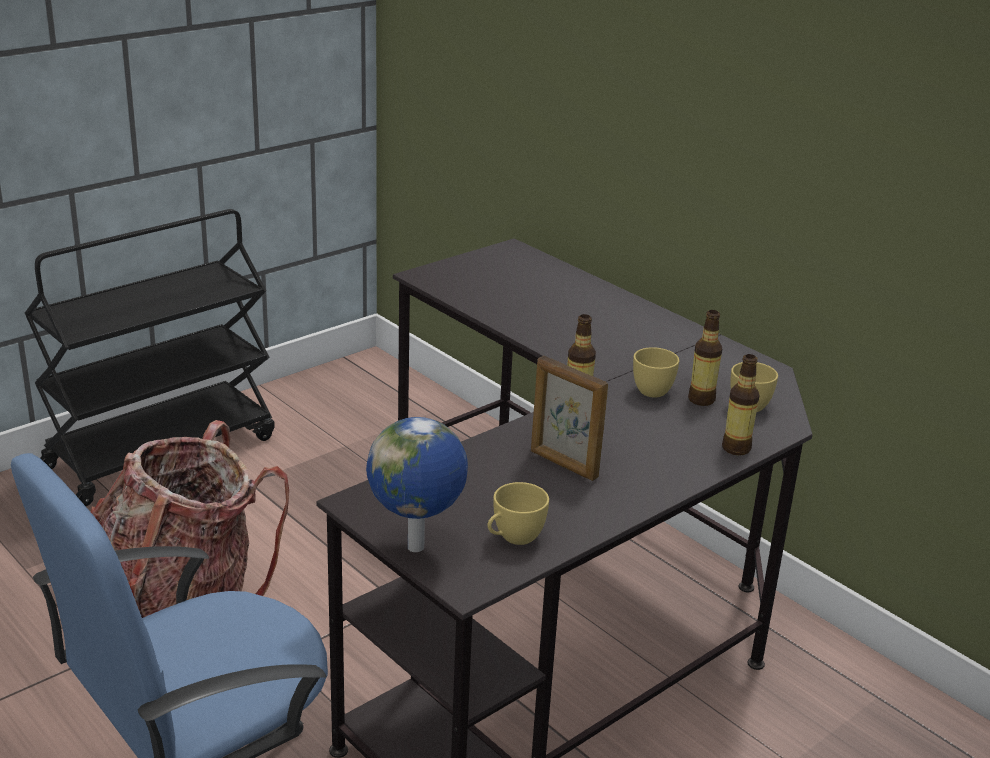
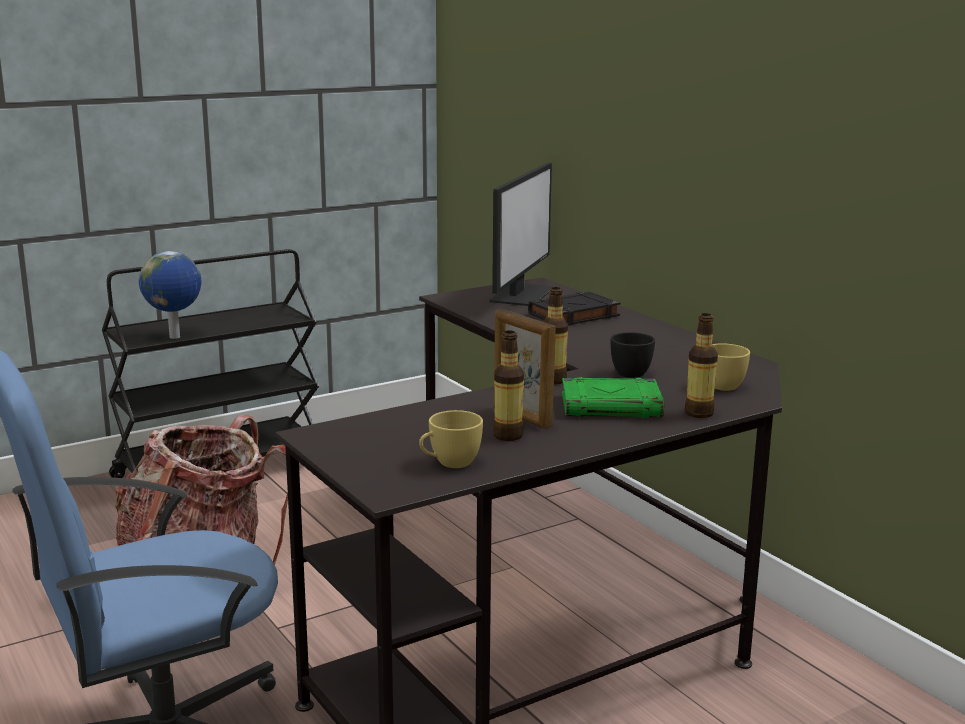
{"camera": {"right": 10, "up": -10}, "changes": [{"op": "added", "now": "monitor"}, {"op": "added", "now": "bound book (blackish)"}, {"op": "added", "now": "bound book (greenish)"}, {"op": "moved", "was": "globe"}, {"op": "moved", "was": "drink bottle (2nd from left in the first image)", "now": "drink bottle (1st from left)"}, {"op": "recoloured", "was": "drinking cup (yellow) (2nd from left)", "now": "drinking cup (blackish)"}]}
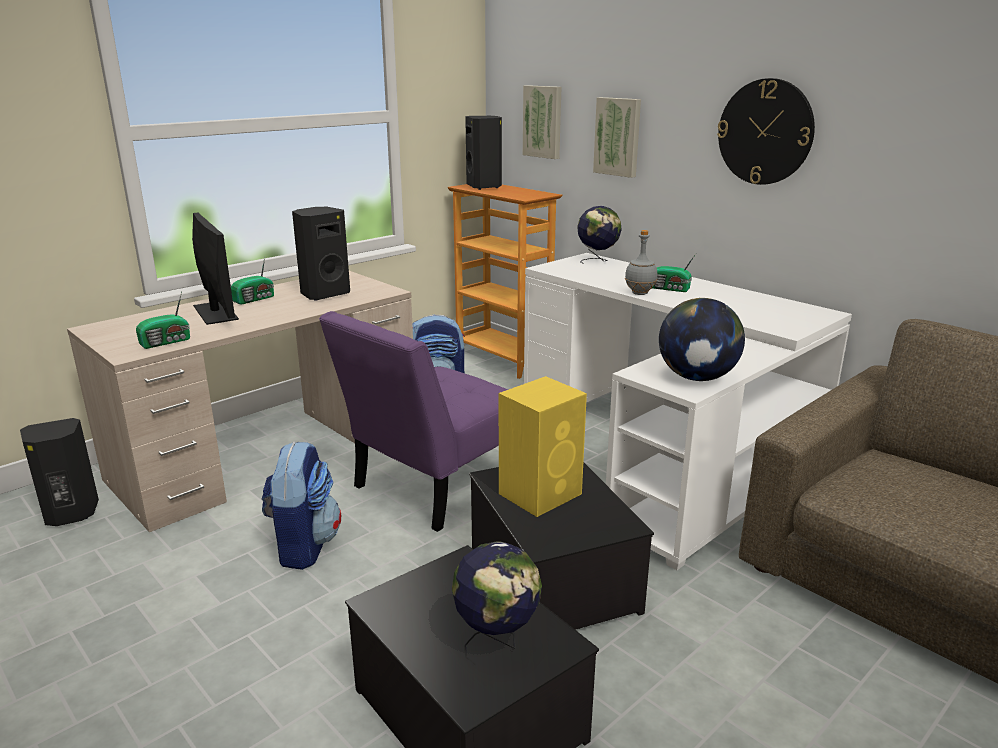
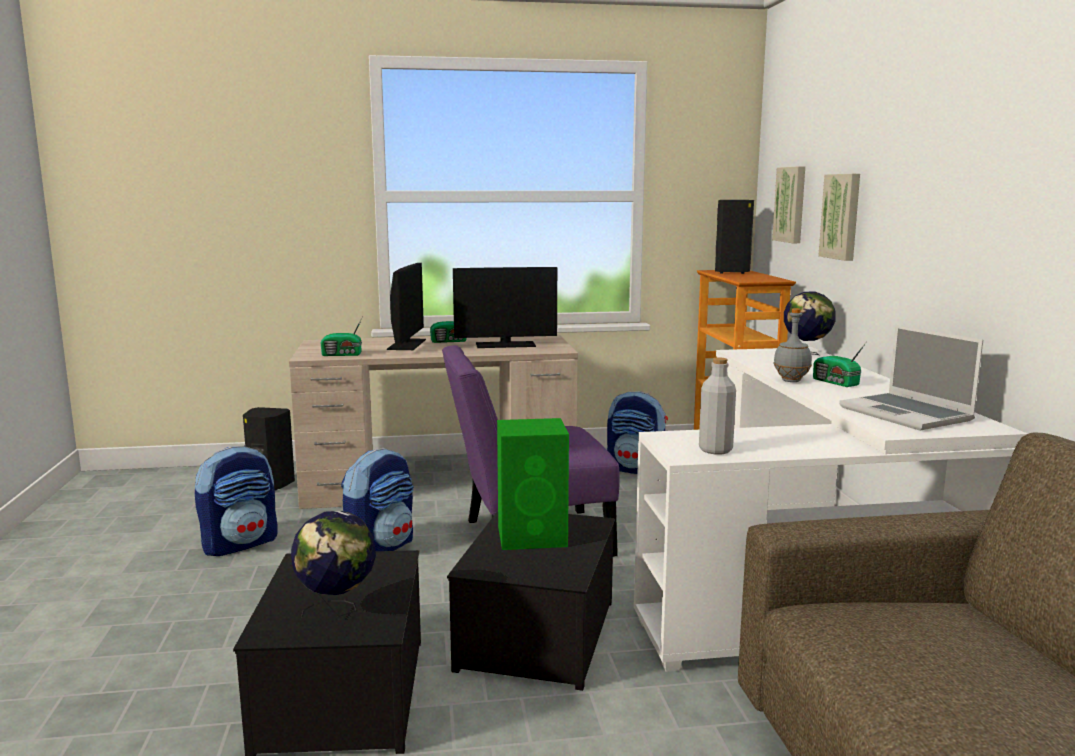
{"camera": {"right": 35, "up": -10}, "changes": [{"op": "removed", "was": "clock on the wall"}, {"op": "added", "now": "knapsack (1st from left)"}, {"op": "added", "now": "laptop"}, {"op": "replaced", "was": "loudspeaker (blackish) (2nd from left)", "now": "monitor (2nd from left)"}, {"op": "replaced", "was": "globe (3rd from left)", "now": "drink bottle (greyish) (1st from left)"}, {"op": "recoloured", "was": "loudspeaker (yellow)", "now": "loudspeaker (greenish)"}]}
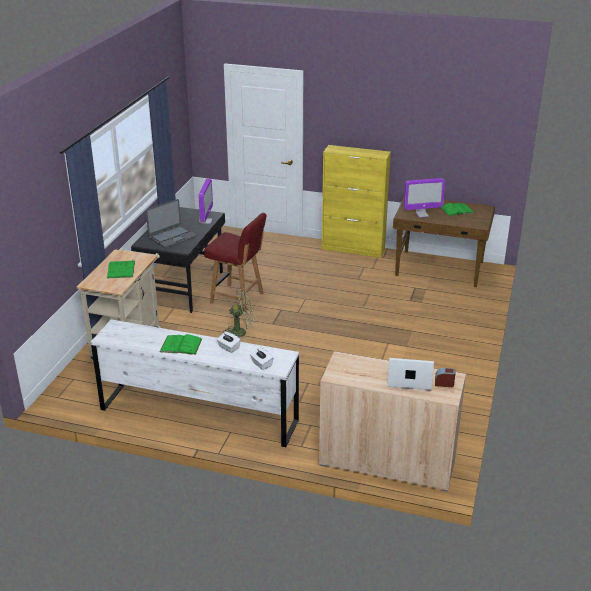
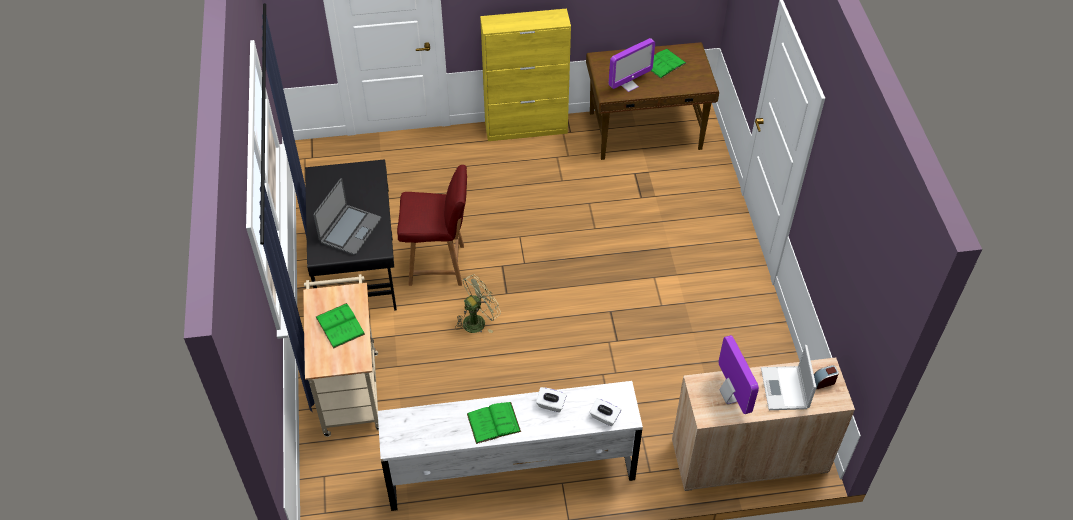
{"camera": {"right": -25, "up": 20}, "changes": [{"op": "moved", "was": "monitor (1st from left in the first image)", "now": "monitor (2nd from left)"}, {"op": "turned", "was": "laptop (2nd from left)", "clockwise": -75}]}
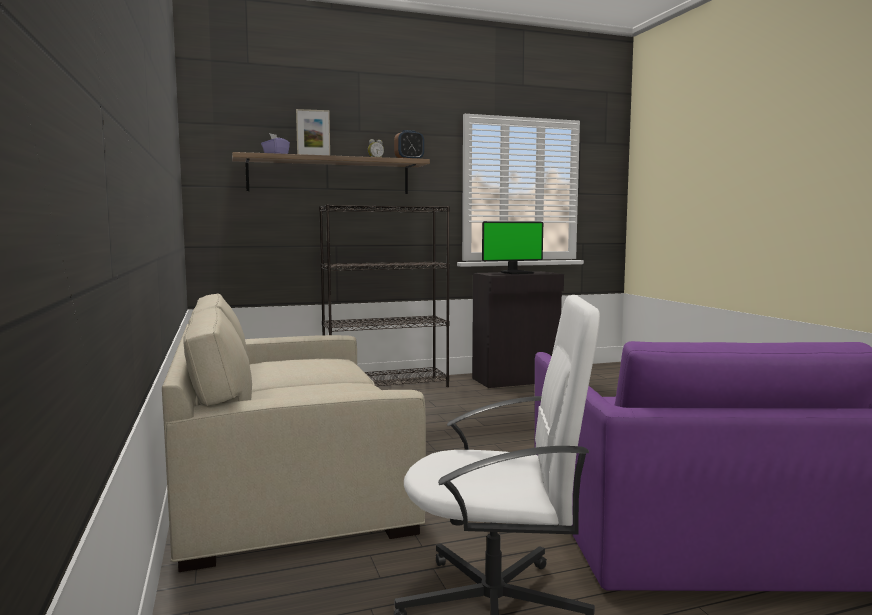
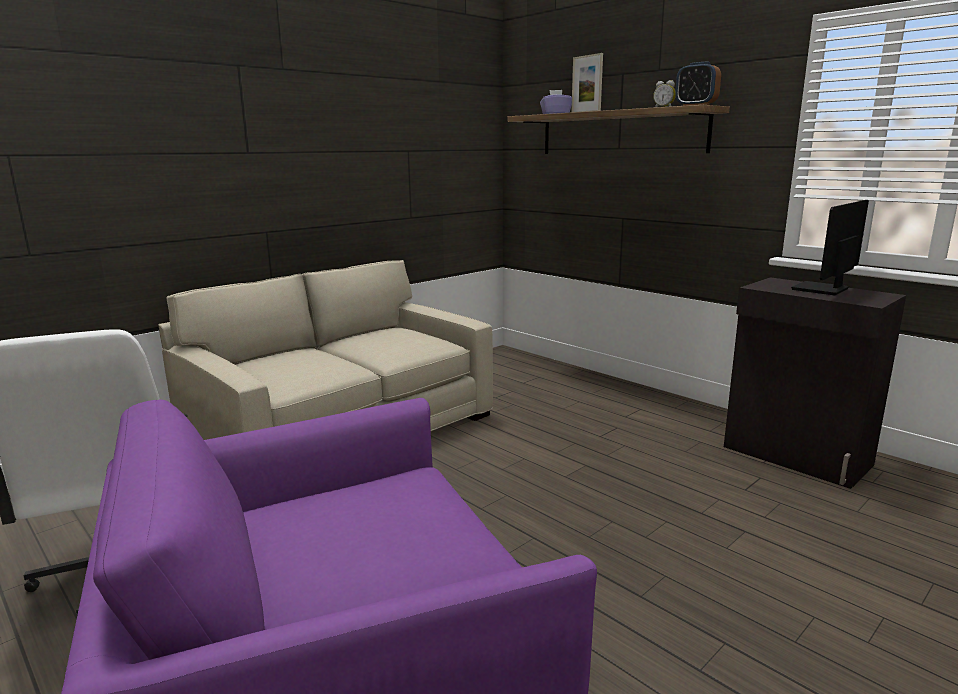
{"camera": {"right": 65, "up": 10}, "changes": [{"op": "removed", "was": "bookshelf (blackish)"}, {"op": "turned", "was": "monitor", "clockwise": 90}]}
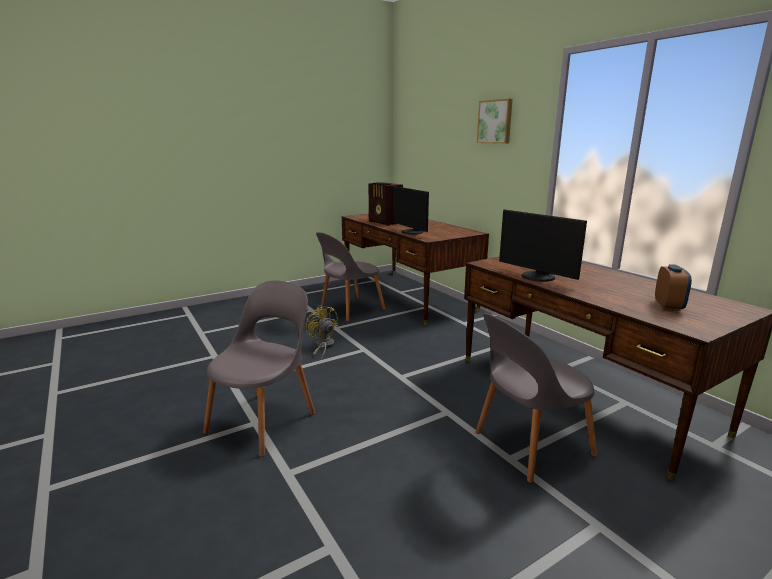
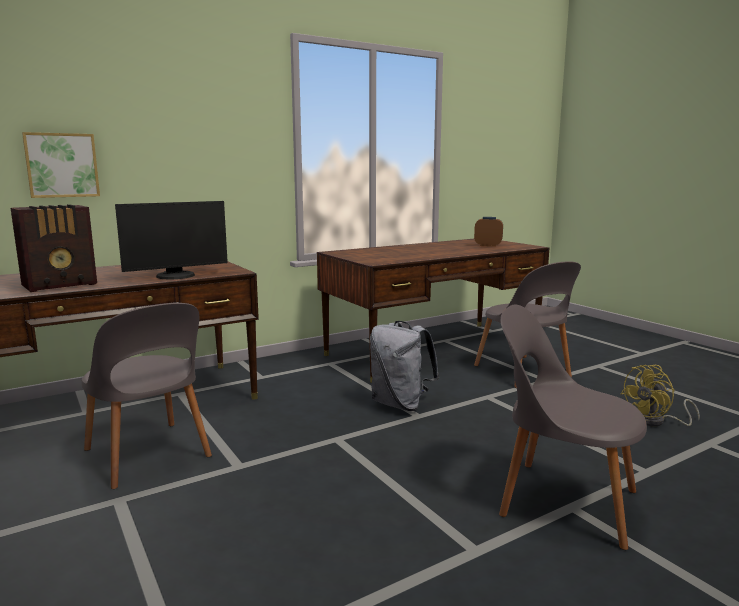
{"camera": {"right": -90, "up": -5}, "changes": [{"op": "removed", "was": "monitor (2nd from left)"}, {"op": "added", "now": "knapsack (greyish)"}, {"op": "moved", "was": "electric fan (yellow)"}, {"op": "moved", "was": "wall art"}]}
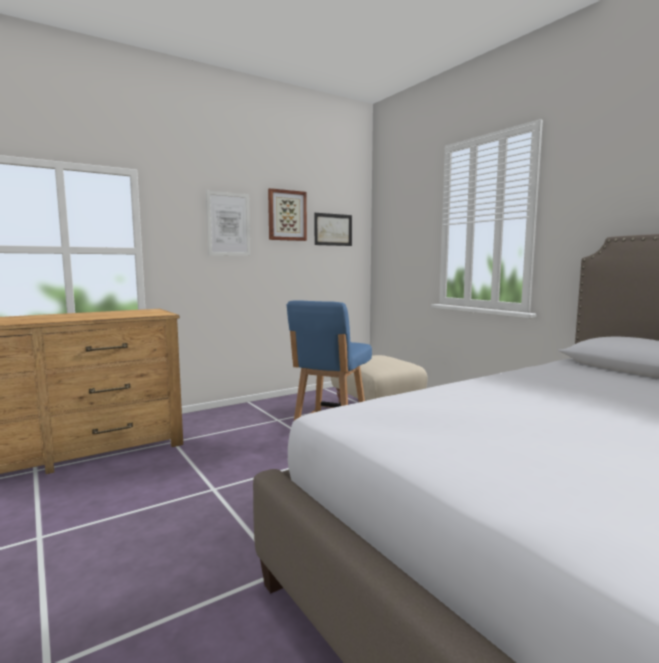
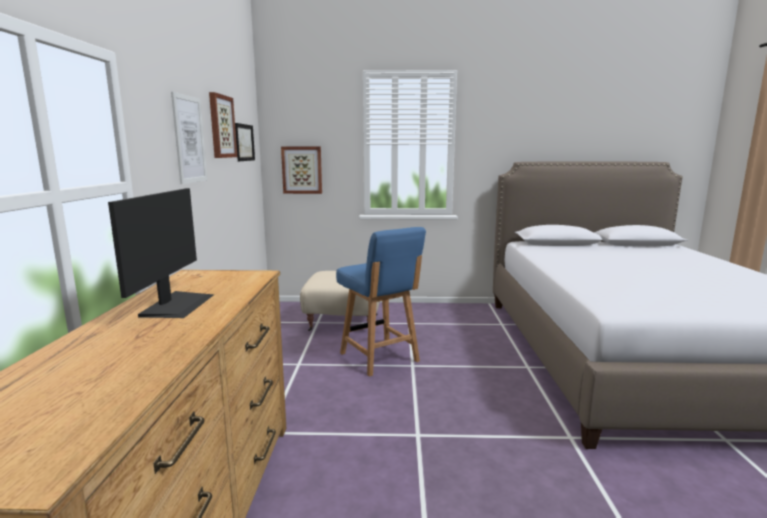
{"camera": {"right": -55, "up": 5}, "changes": [{"op": "added", "now": "monitor"}, {"op": "added", "now": "wall art (4th from left)"}]}
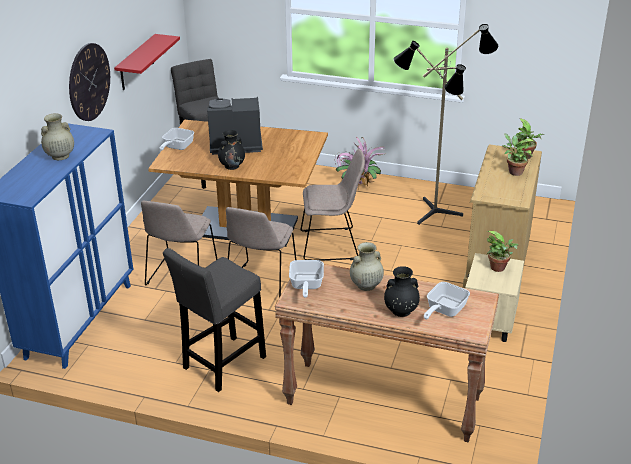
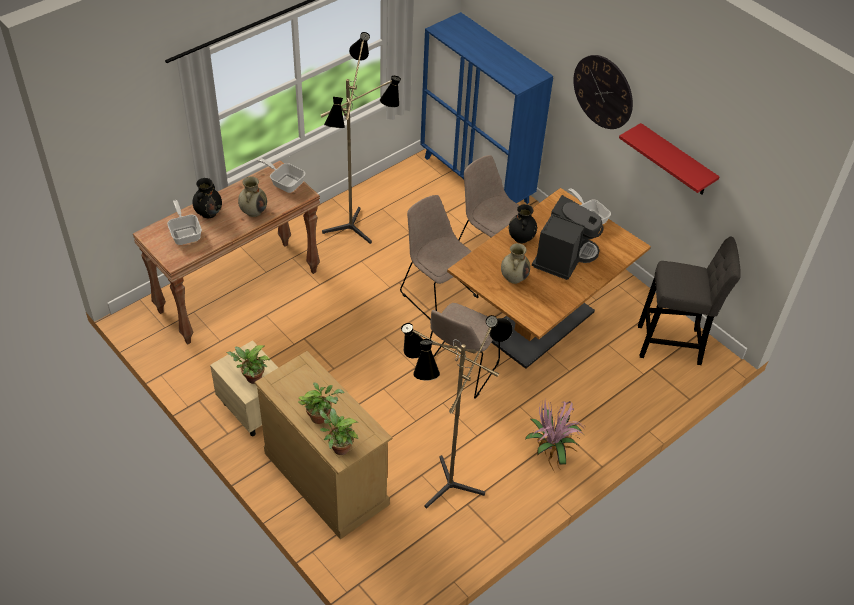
{"camera": {"right": 120, "up": 15}, "changes": [{"op": "moved", "was": "flower vase (sand-coloured) (1st from left in the first image)", "now": "flower vase (sand-coloured) (2nd from left)"}, {"op": "replaced", "was": "sitting stool (greyish) (2nd from left)", "now": "standard lamp (1st from left)"}]}
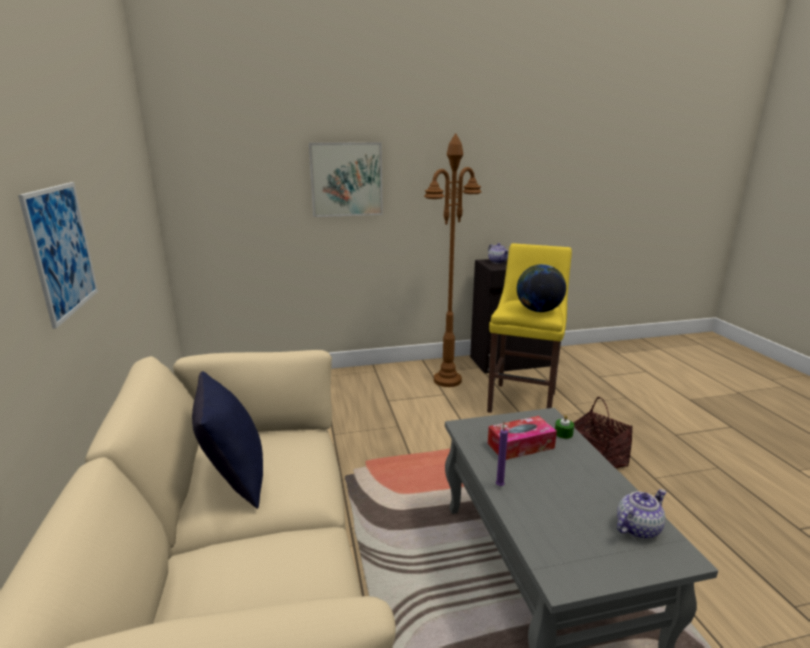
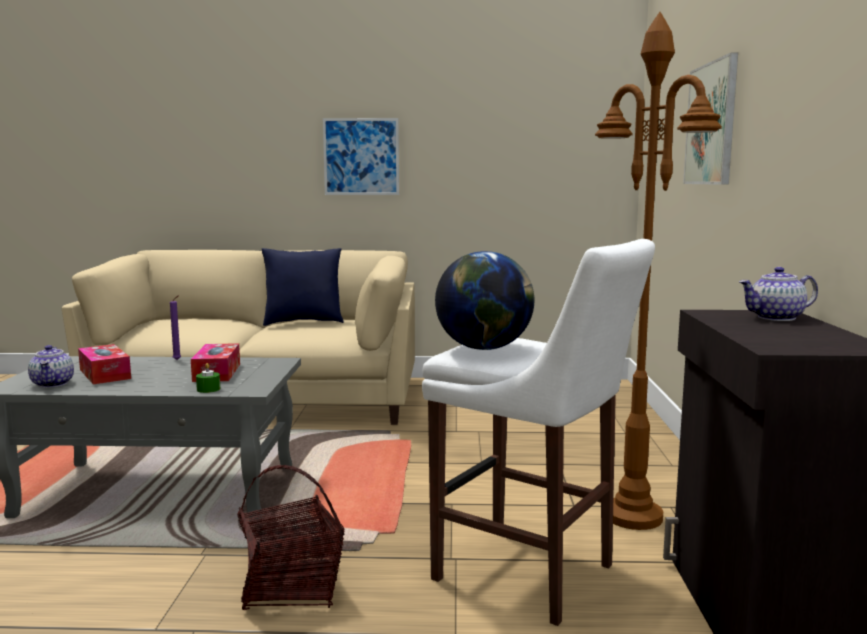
{"camera": {"right": 105, "up": -10}, "changes": [{"op": "added", "now": "tissue holder (1st from left)"}, {"op": "recoloured", "was": "sitting stool (yellow)", "now": "sitting stool (white)"}]}
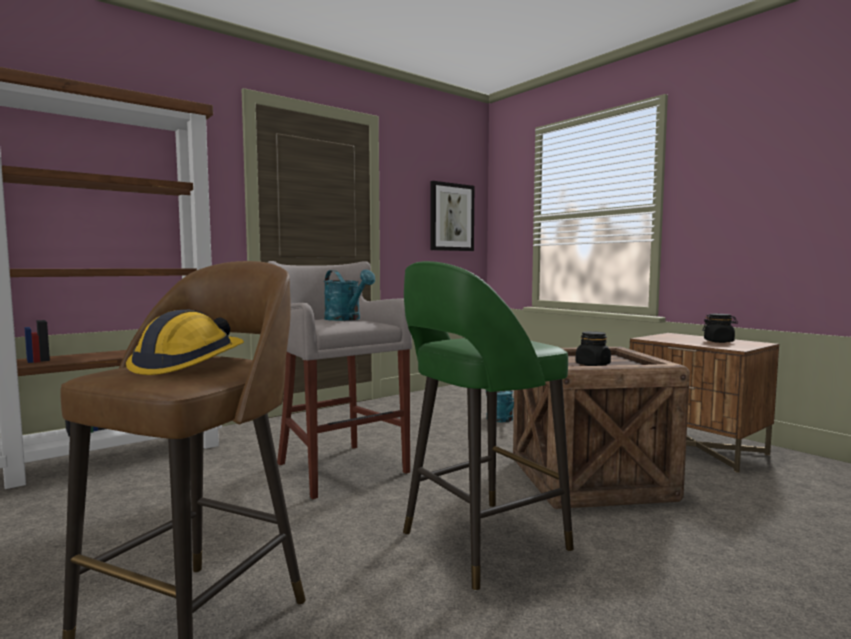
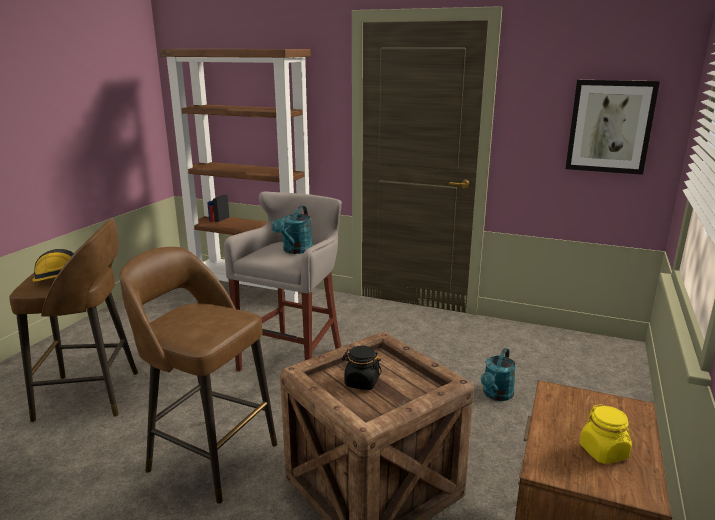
{"camera": {"right": 60, "up": 15}, "changes": [{"op": "recoloured", "was": "sitting stool (greenish)", "now": "sitting stool (brown) (2nd from left)"}, {"op": "recoloured", "was": "preserve jar (blackish) (2nd from left)", "now": "preserve jar (yellow)"}]}
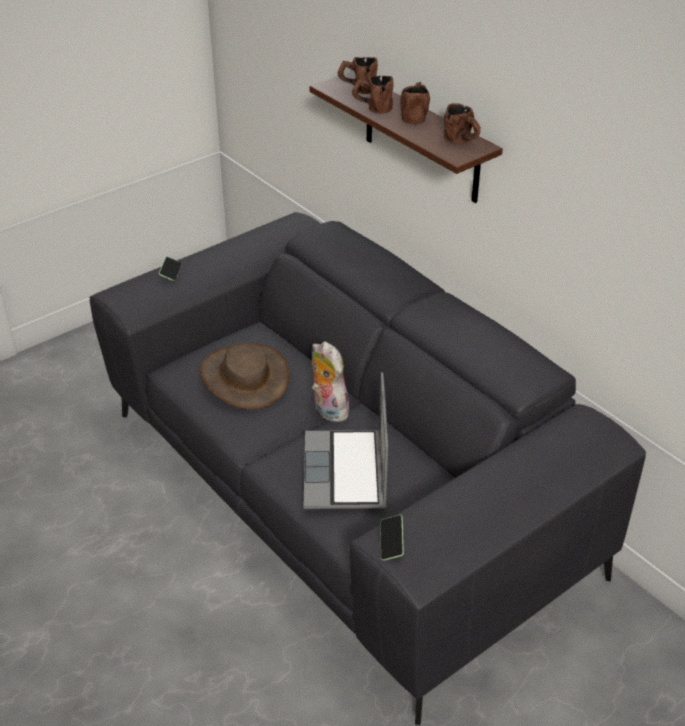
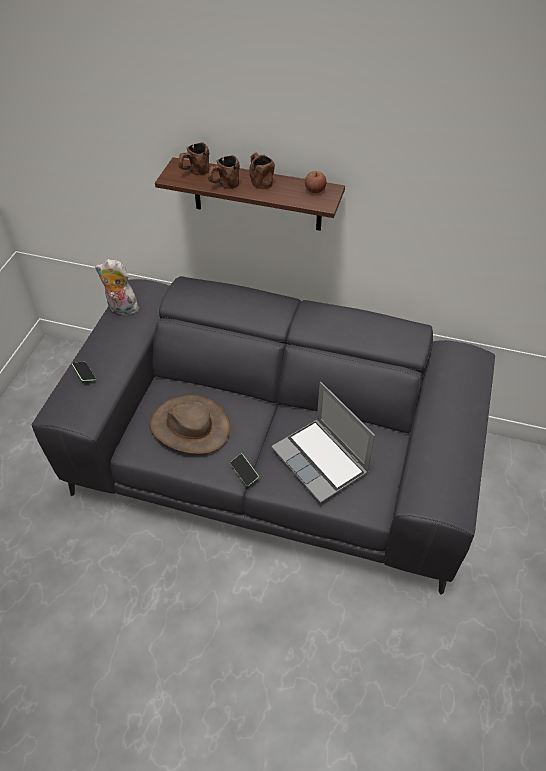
{"camera": {"right": -35, "up": 10}, "changes": [{"op": "moved", "was": "soft toy"}, {"op": "moved", "was": "phone (2nd from left)"}, {"op": "replaced", "was": "tea mug (brown) (4th from left)", "now": "whole apple"}]}
